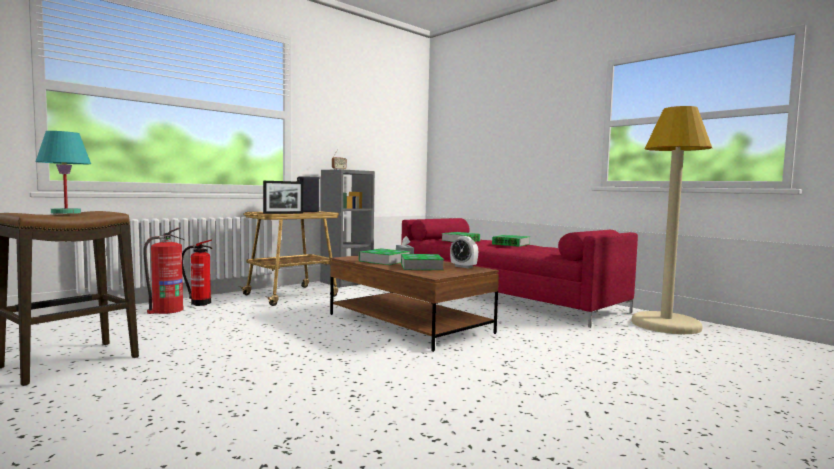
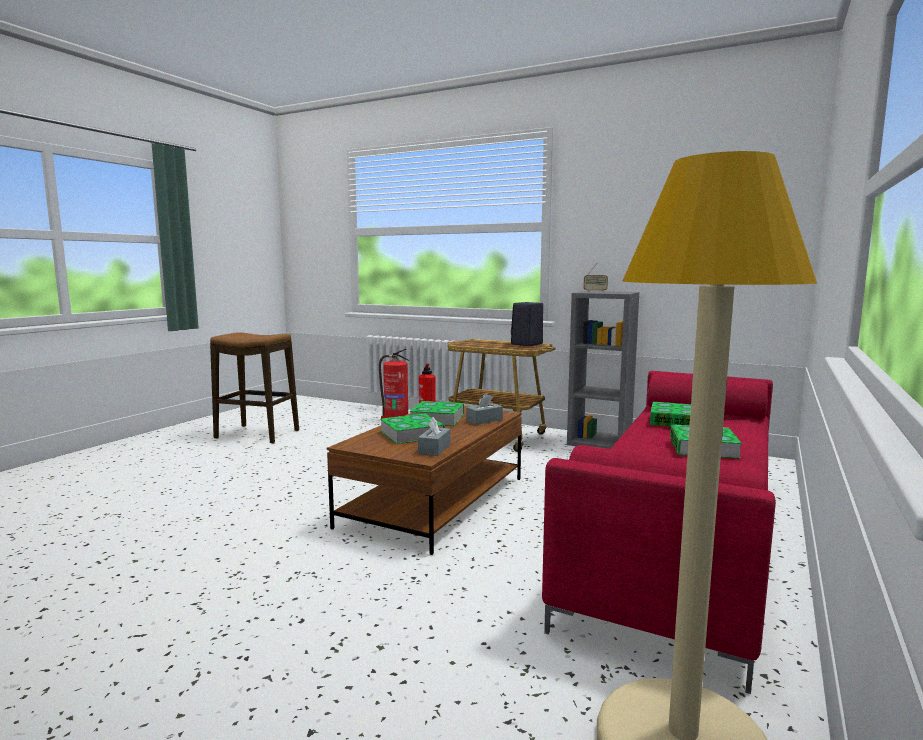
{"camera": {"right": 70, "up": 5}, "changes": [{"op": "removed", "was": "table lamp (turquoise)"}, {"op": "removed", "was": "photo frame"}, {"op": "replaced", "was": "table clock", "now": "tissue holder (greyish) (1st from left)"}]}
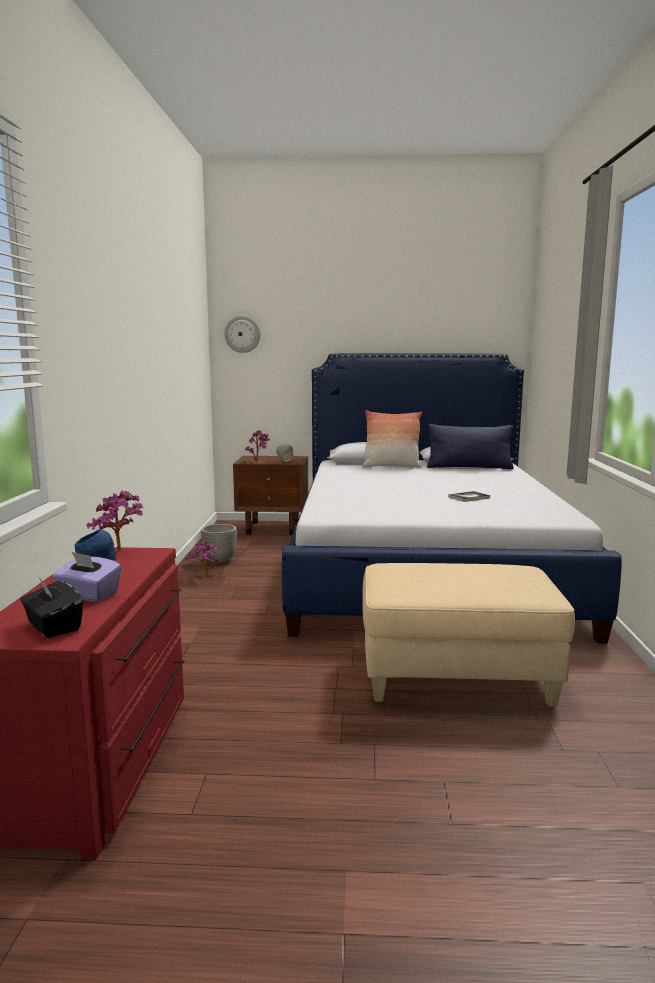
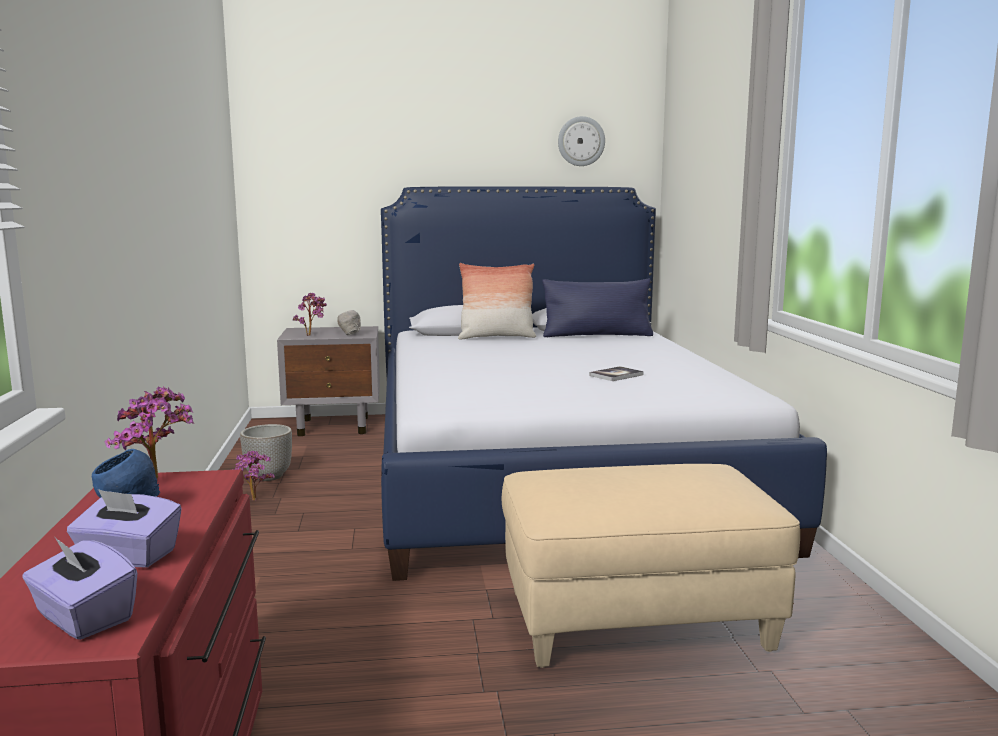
{"camera": {"right": -10, "up": 0}, "changes": [{"op": "moved", "was": "clock on the wall"}, {"op": "recoloured", "was": "tissue holder (blackish)", "now": "tissue holder (purple-coloured) (1st from left)"}, {"op": "recoloured", "was": "nightstand (brown)", "now": "nightstand (greyish)"}]}
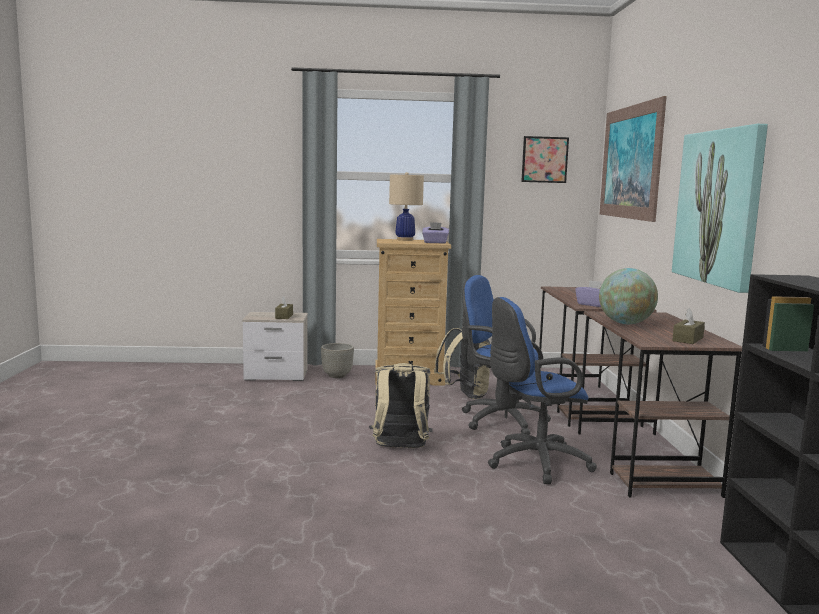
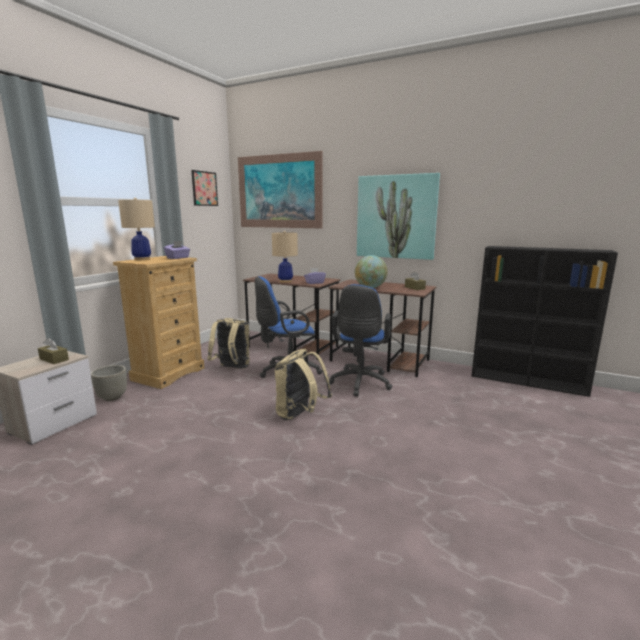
{"camera": {"right": -60, "up": 5}, "changes": [{"op": "added", "now": "table lamp (sand-coloured) (2nd from left)"}]}
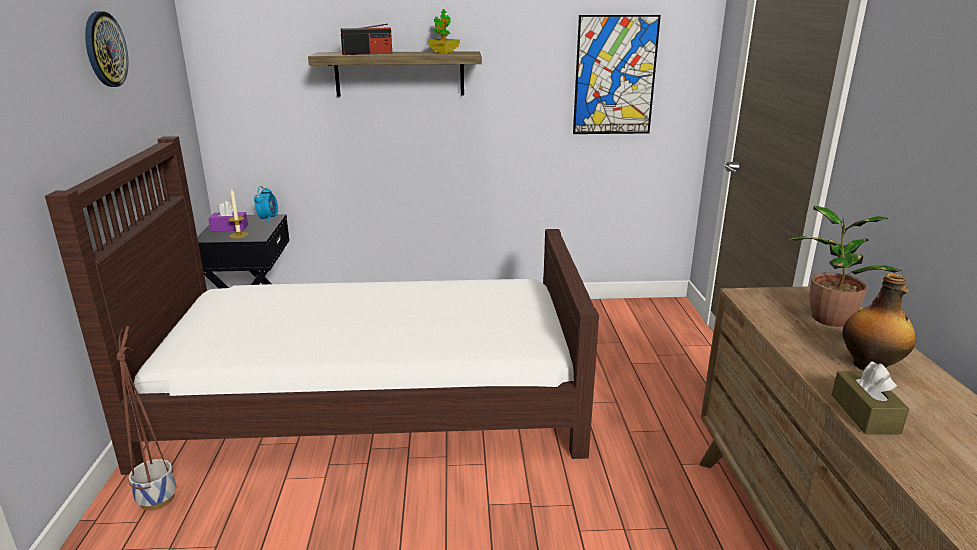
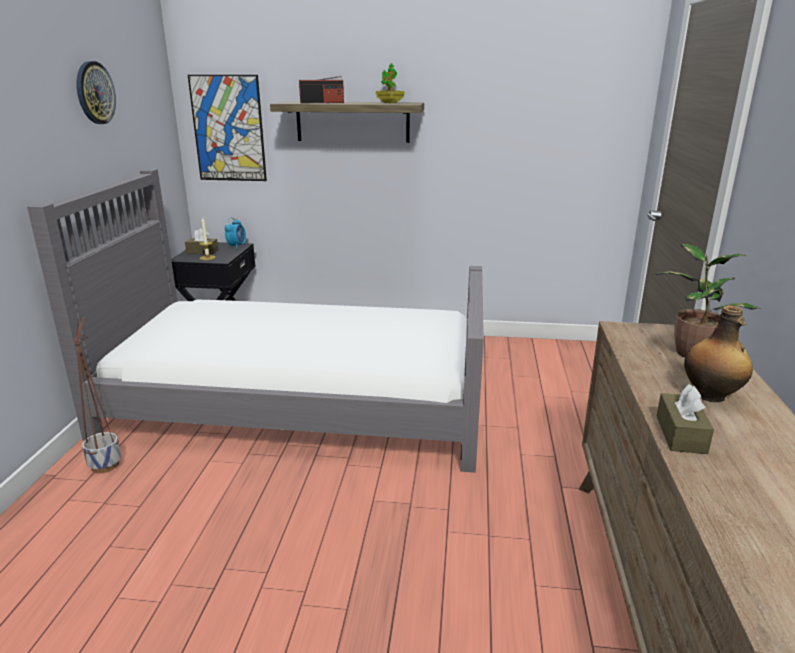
{"camera": {"right": 10, "up": 0}, "changes": [{"op": "moved", "was": "wall art"}, {"op": "recoloured", "was": "bedroom bed (brown)", "now": "bedroom bed (greyish)"}, {"op": "recoloured", "was": "tissue holder (purple-coloured)", "now": "tissue holder (brown) (1st from left)"}]}
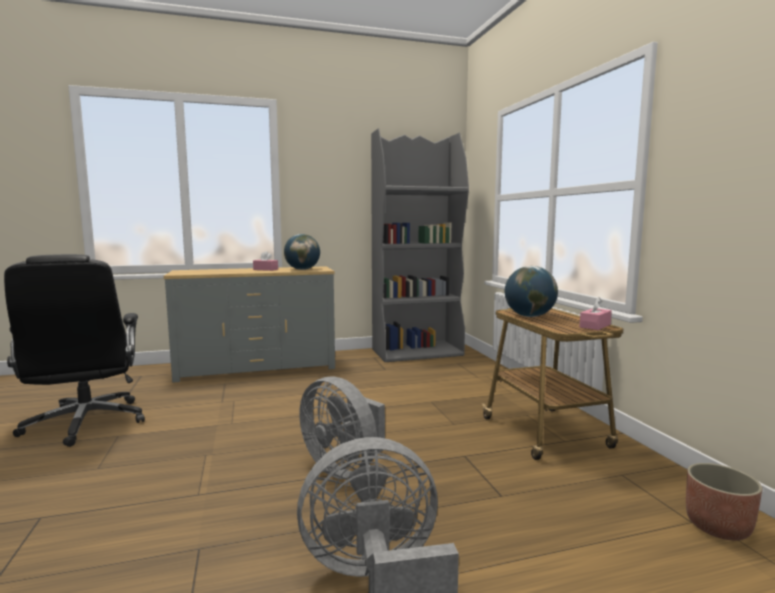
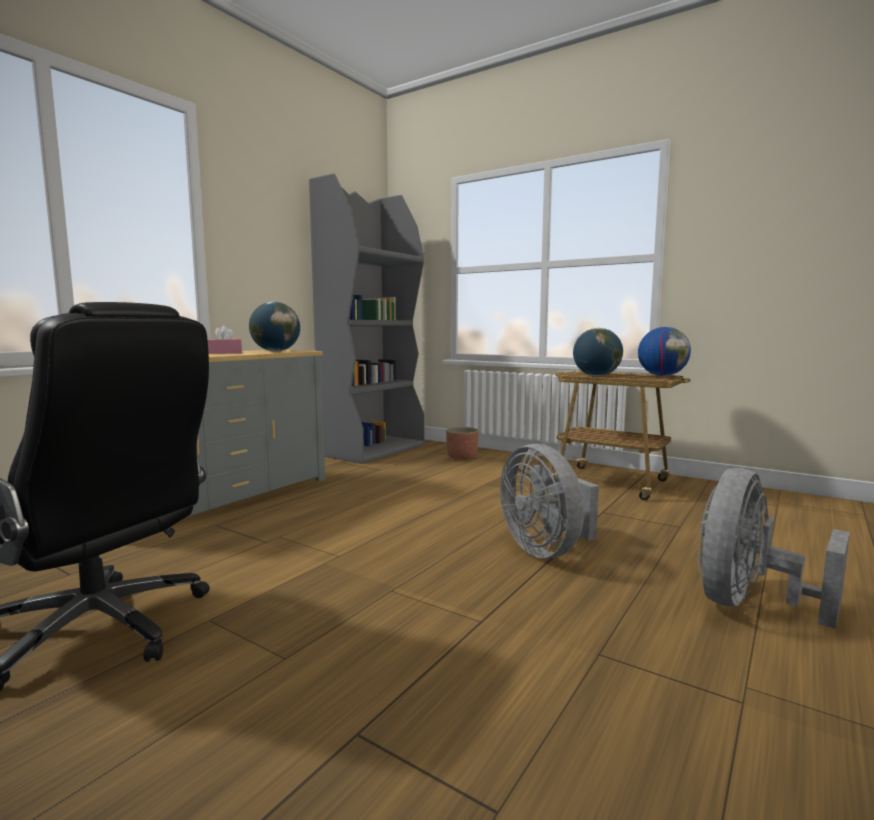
{"camera": {"right": -40, "up": 0}, "changes": [{"op": "moved", "was": "flower pot"}, {"op": "replaced", "was": "tissue holder (pink-coloured) (2nd from left)", "now": "globe (3rd from left)"}, {"op": "turned", "was": "electric fan (greyish) (1st from left)", "clockwise": 60}]}
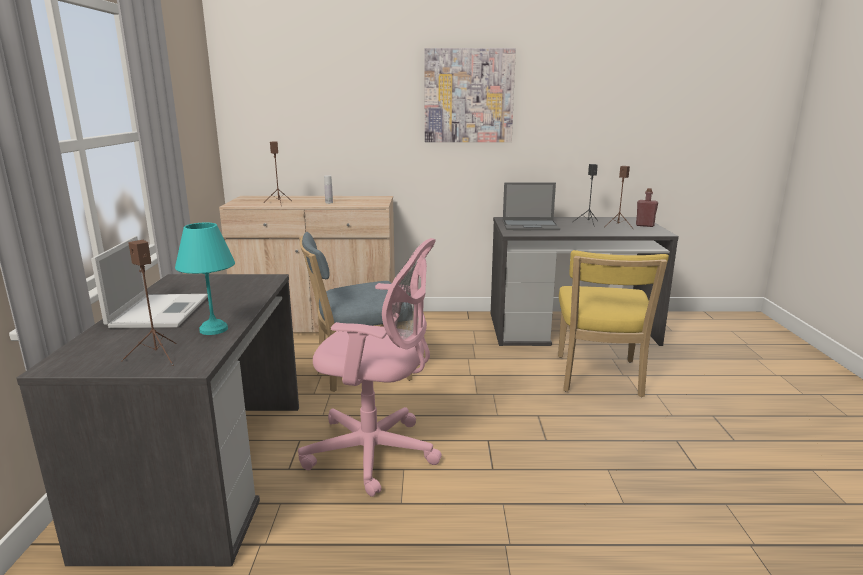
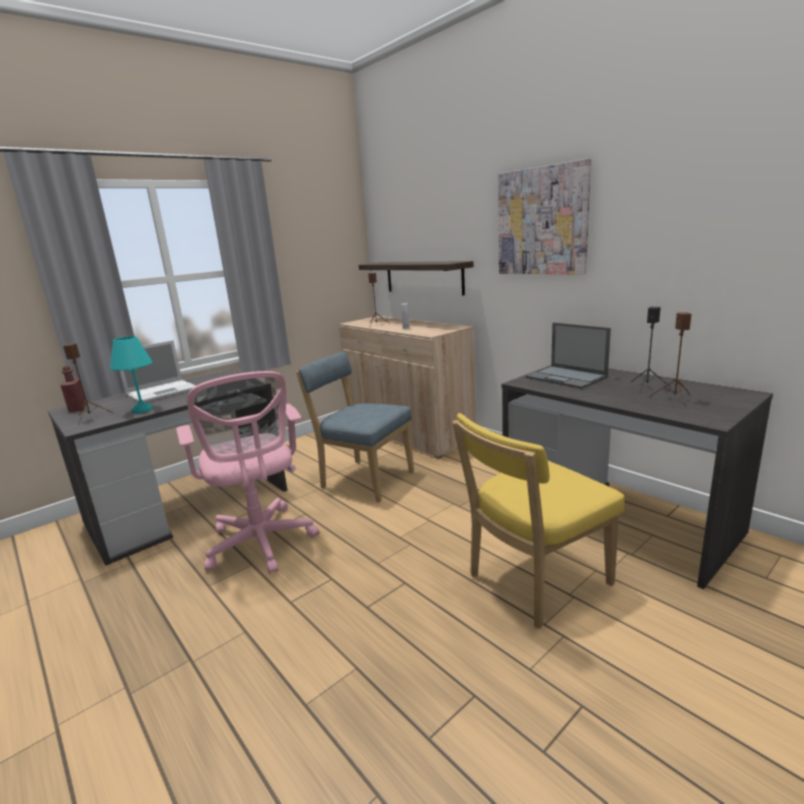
{"camera": {"right": 50, "up": 0}, "changes": [{"op": "added", "now": "shelf"}, {"op": "moved", "was": "drink bottle (red)"}]}
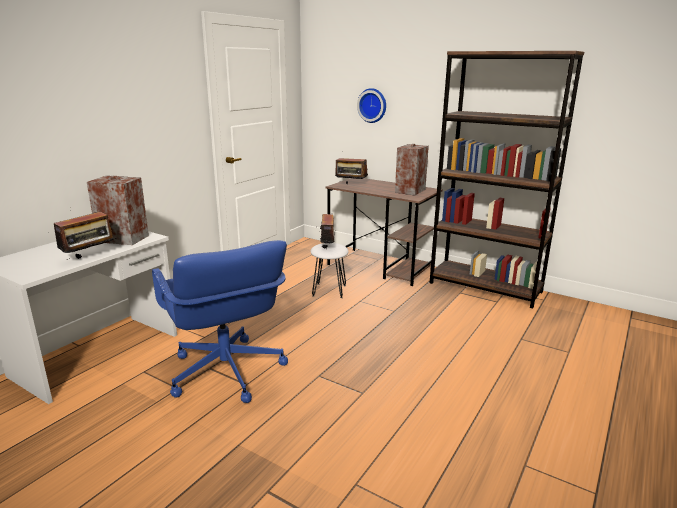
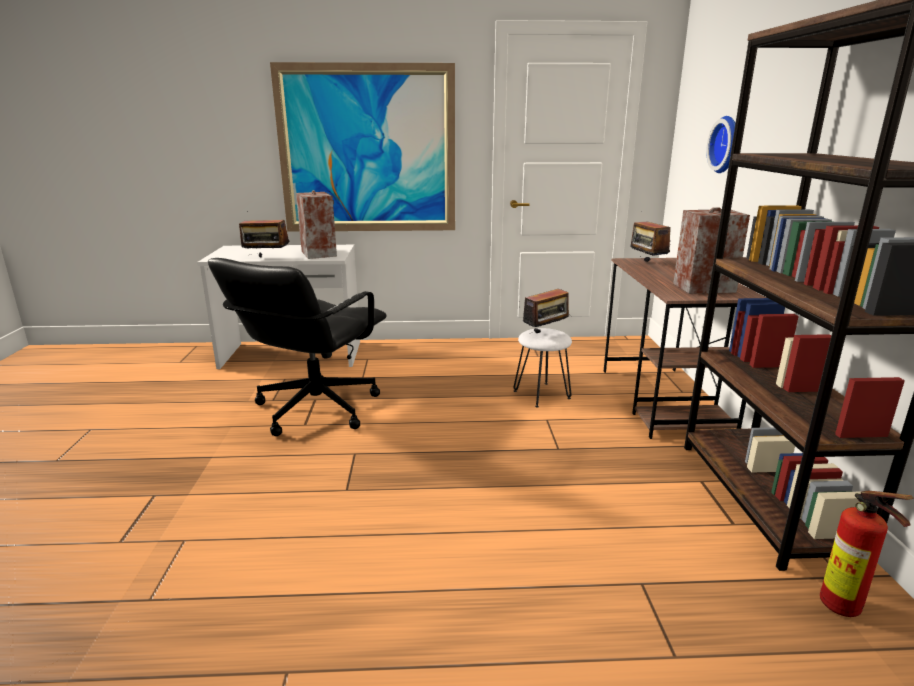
{"camera": {"right": 55, "up": 0}, "changes": [{"op": "added", "now": "wall art"}, {"op": "added", "now": "extinguisher"}, {"op": "recoloured", "was": "desk chair (blue-coloured)", "now": "desk chair (blackish)"}]}
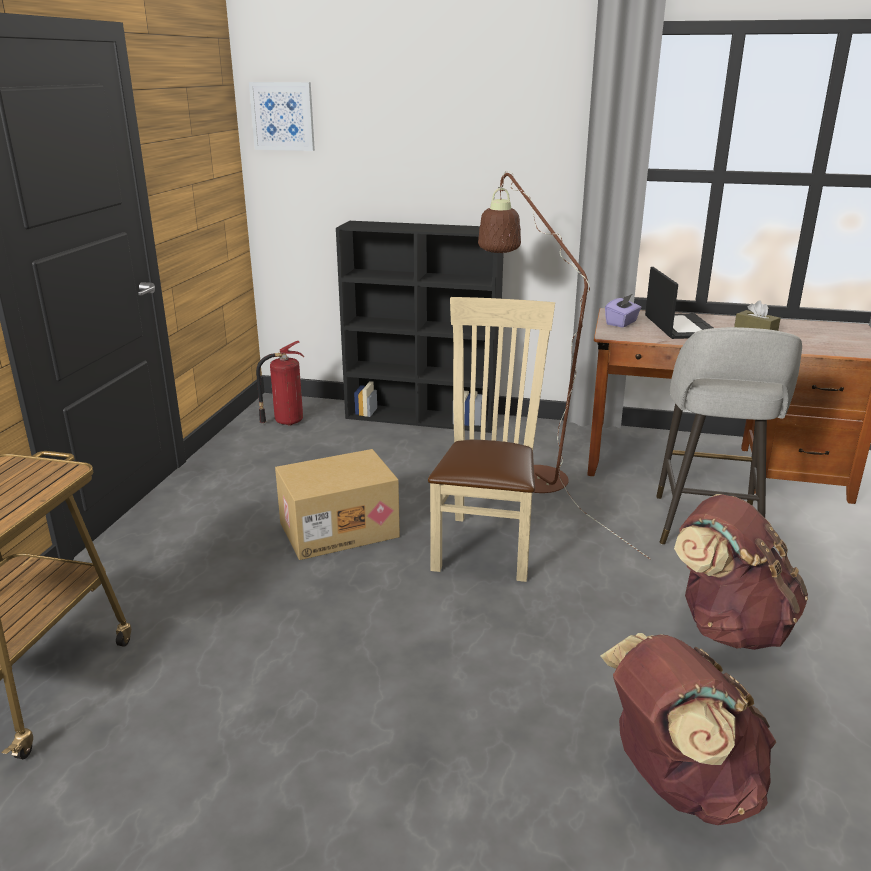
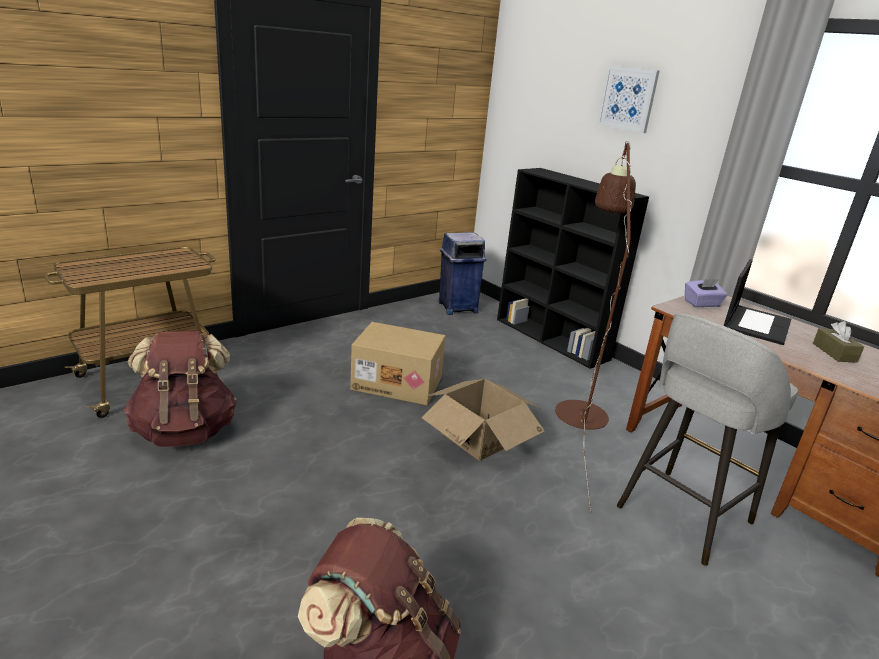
{"camera": {"right": 35, "up": 0}, "changes": [{"op": "moved", "was": "wall art"}, {"op": "moved", "was": "knapsack (brown) (2nd from left in the first image)", "now": "knapsack (brown) (1st from left)"}, {"op": "replaced", "was": "extinguisher", "now": "waste bin (blue-coloured)"}, {"op": "replaced", "was": "plain chair (sand-coloured)", "now": "carton (2nd from left)"}]}
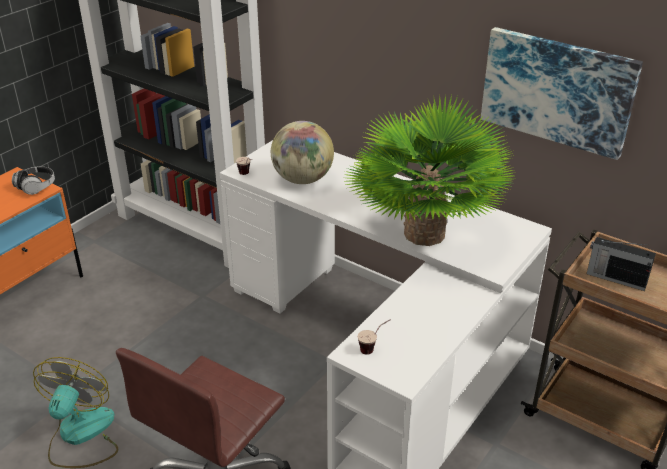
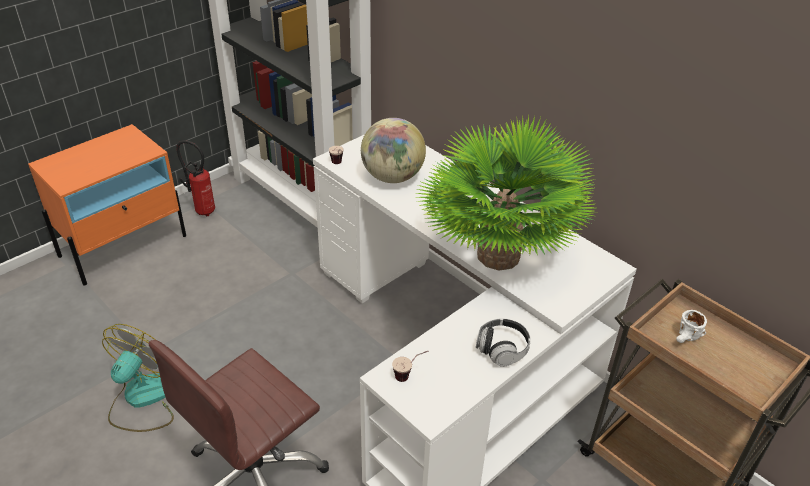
{"camera": {"right": 10, "up": 5}, "changes": [{"op": "removed", "was": "wall art"}, {"op": "added", "now": "extinguisher"}, {"op": "moved", "was": "headset"}, {"op": "replaced", "was": "radio", "now": "tea mug (white)"}]}
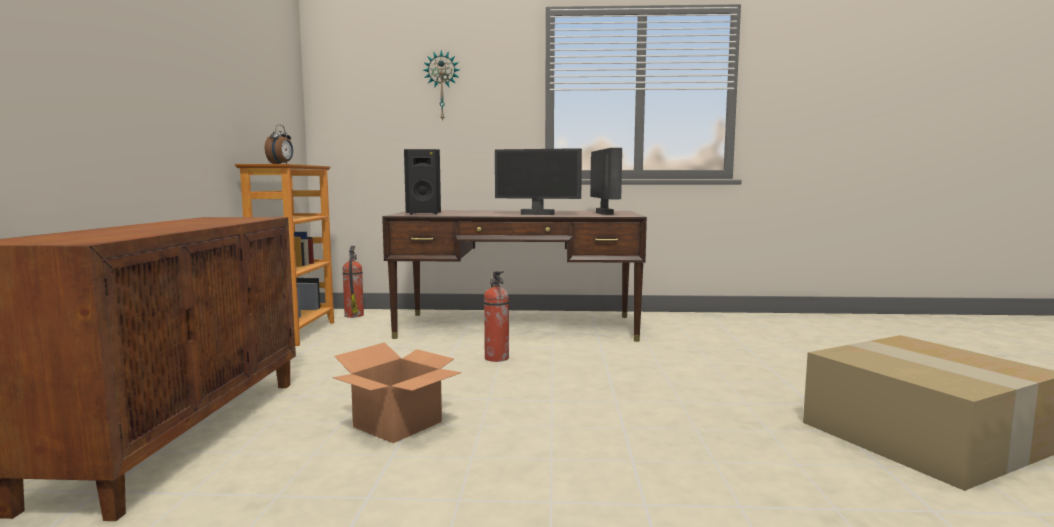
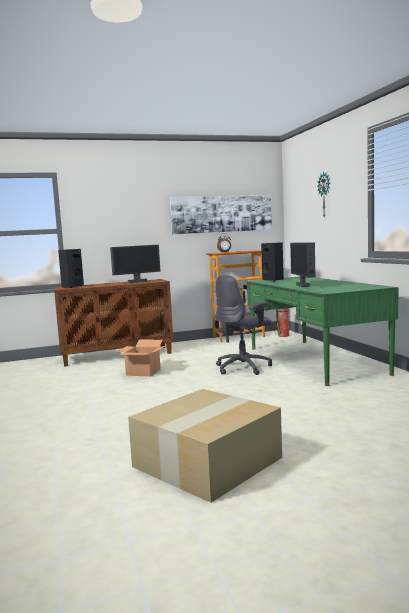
{"camera": {"right": 70, "up": 0}, "changes": [{"op": "added", "now": "loudspeaker (blackish) (1st from left)"}, {"op": "added", "now": "wall art"}, {"op": "moved", "was": "monitor (2nd from left in the first image)", "now": "monitor (1st from left)"}, {"op": "replaced", "was": "extinguisher (2nd from left)", "now": "desk chair (greyish)"}, {"op": "recoloured", "was": "desk table (brown)", "now": "desk table (greenish)"}]}
